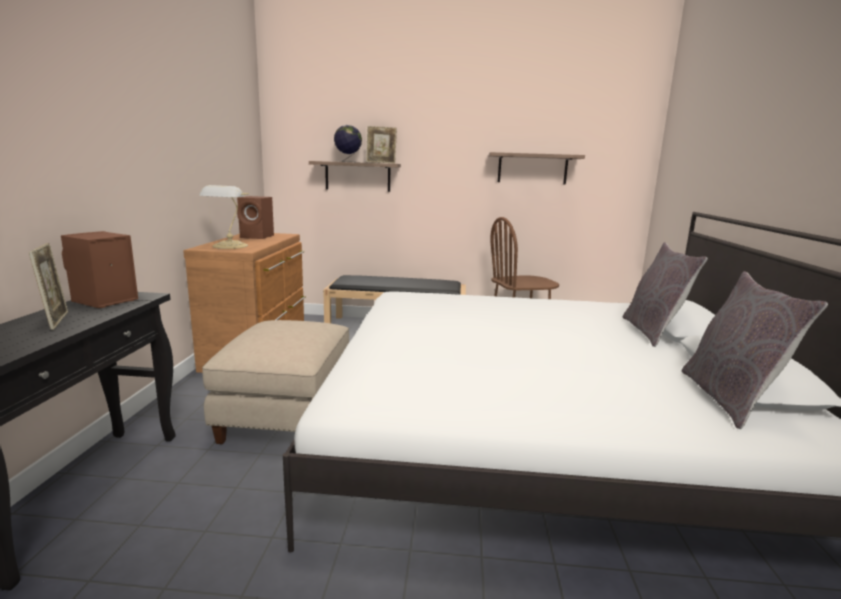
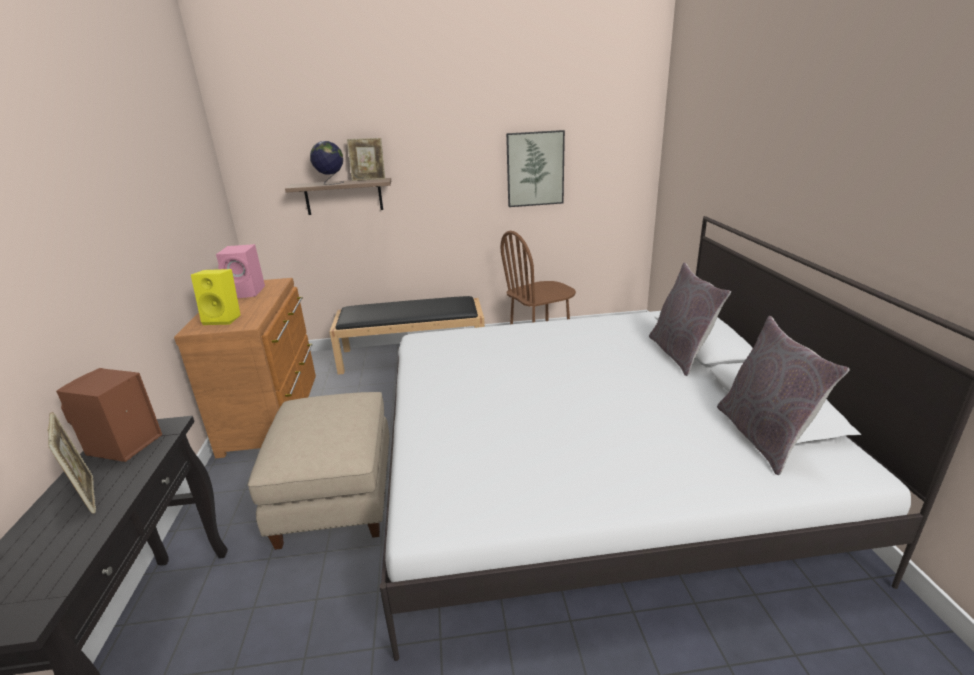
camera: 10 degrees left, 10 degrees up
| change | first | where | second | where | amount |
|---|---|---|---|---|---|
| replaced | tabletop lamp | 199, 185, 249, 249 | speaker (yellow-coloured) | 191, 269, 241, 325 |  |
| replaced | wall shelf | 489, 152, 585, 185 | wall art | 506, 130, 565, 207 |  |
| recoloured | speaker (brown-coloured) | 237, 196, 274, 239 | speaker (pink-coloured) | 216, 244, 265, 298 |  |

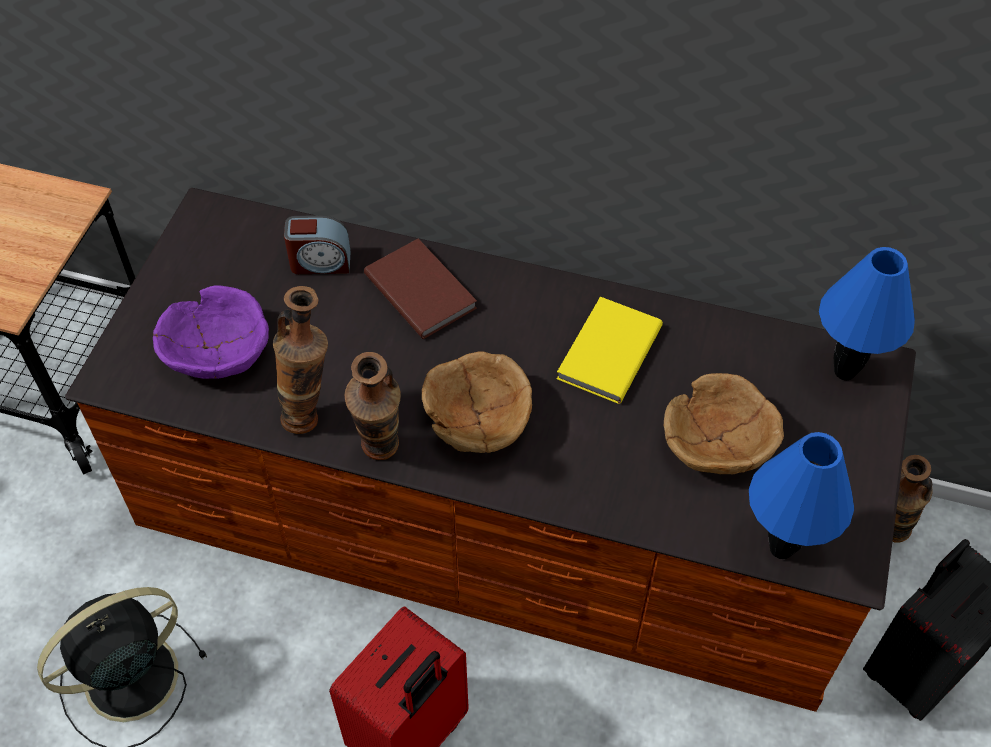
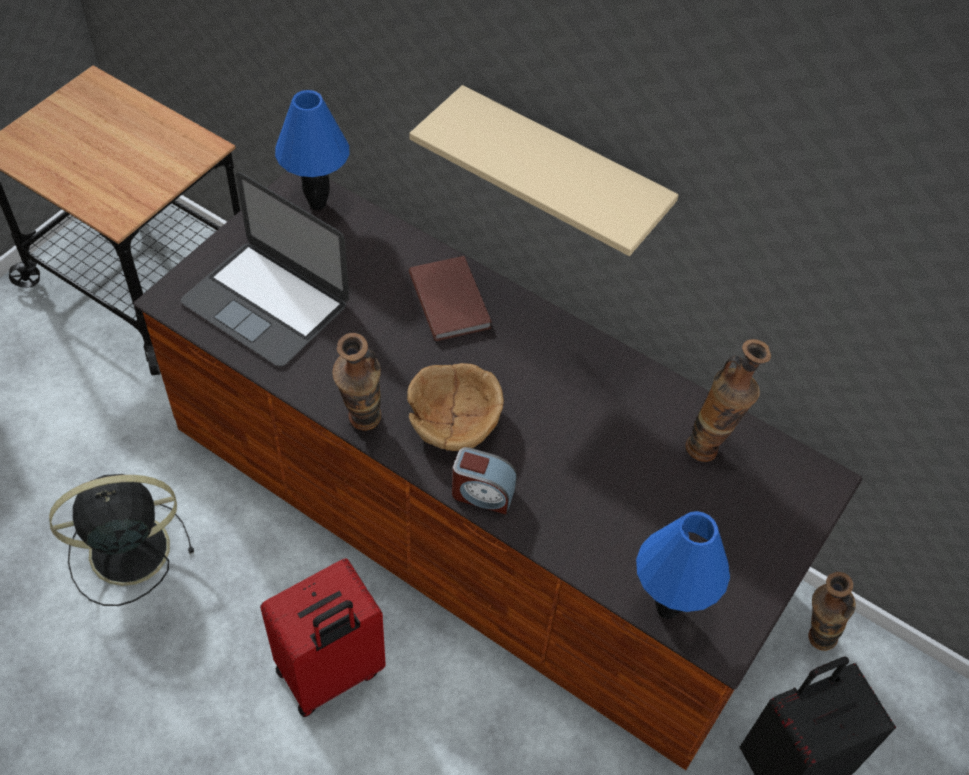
camera: 15 degrees right, 0 degrees up
| change | first | where | second | where | amount |
|---|---|---|---|---|---|
| removed | book (yellow-coloured) | 557, 297, 663, 404 |  |  |  |
| removed | bowl (brown-coloured) | 664, 373, 784, 474 |  |  |  |
| added |  |  | wall shelf (beige) | 409, 85, 679, 256 |  |
| moved | flower vase | 273, 286, 328, 434 |  | 686, 339, 771, 462 |  |
| moved | bedside clock | 284, 215, 351, 274 |  | 452, 447, 517, 514 |  |
| moved | tabletop lamp (blue-coloured) | 819, 247, 915, 380 |  | 275, 90, 349, 210 |  |
| replaced | bowl (purple) | 153, 285, 269, 379 | laptop | 181, 172, 349, 367 |  |

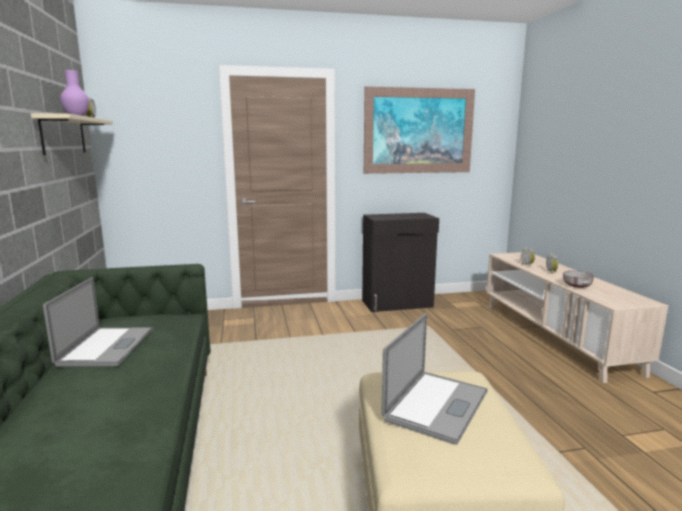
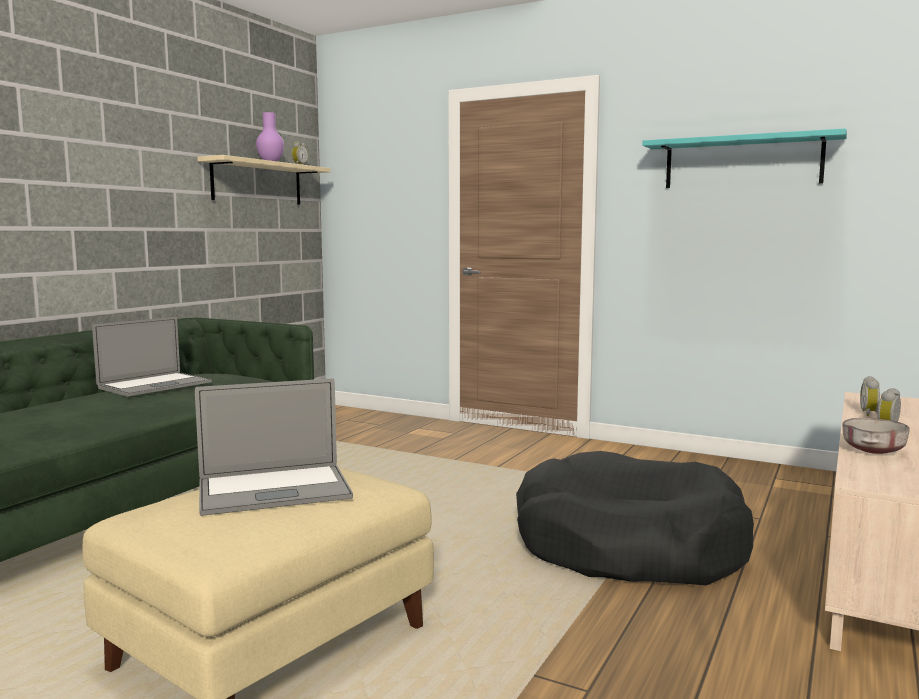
camera: 40 degrees right, 5 degrees down
| change | first | where | second | where | amount |
|---|---|---|---|---|---|
| removed | storage cabinet (black-coloured) | 362, 213, 439, 312 |  |  |  |
| added |  |  | pet bed (black-coloured) | 516, 451, 754, 585 |  |
| replaced | wall art | 364, 86, 475, 174 | wall shelf (blue-green) | 642, 128, 847, 188 |  |

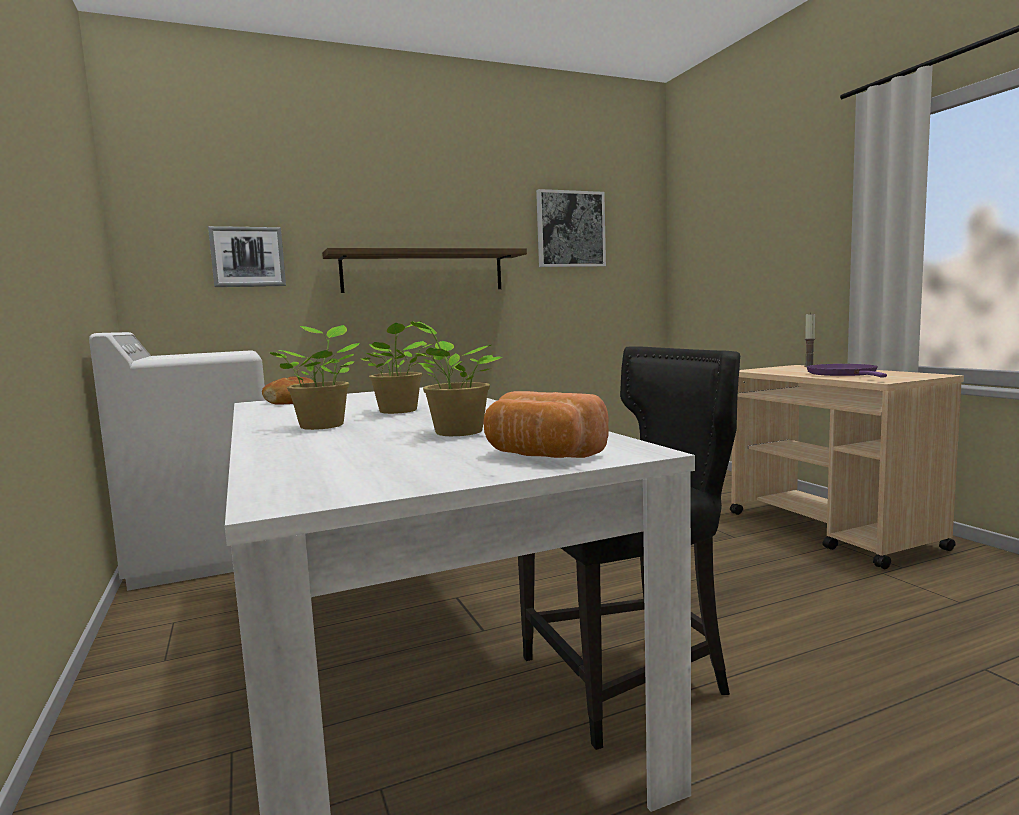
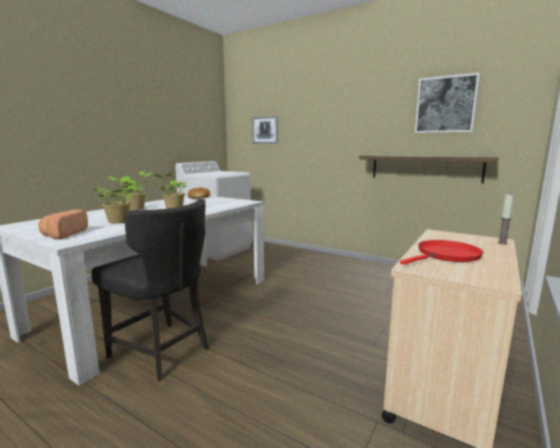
camera: 55 degrees right, 5 degrees up
| change | first | where | second | where | amount |
|---|---|---|---|---|---|
| moved | wall shelf | 322, 248, 527, 293 |  | 359, 155, 499, 183 |  |
| recoloured | frying pan (purple) | 807, 364, 887, 377 | frying pan (red-coloured) | 400, 240, 483, 265 |  |

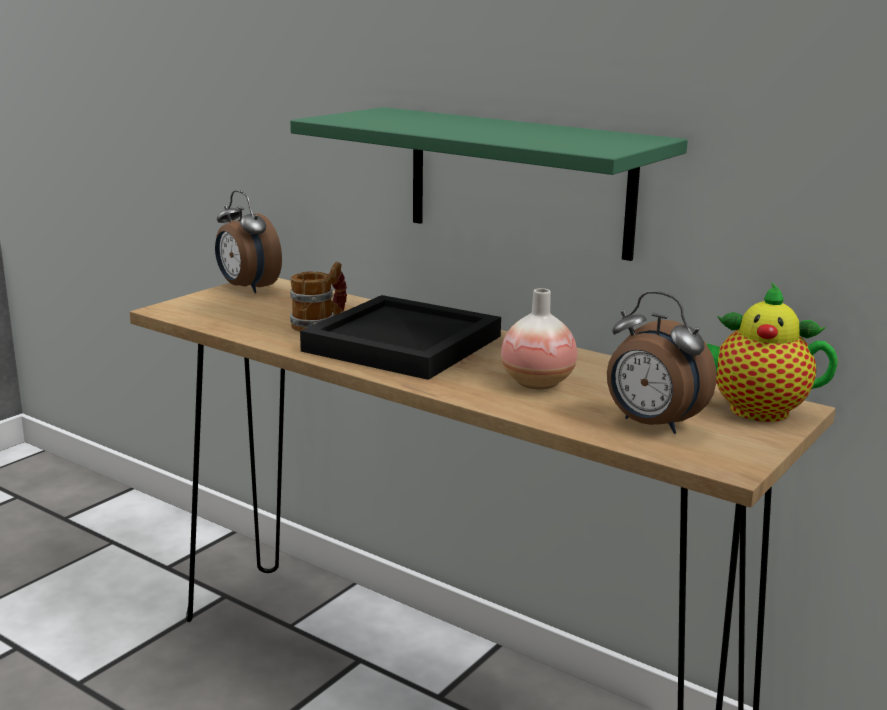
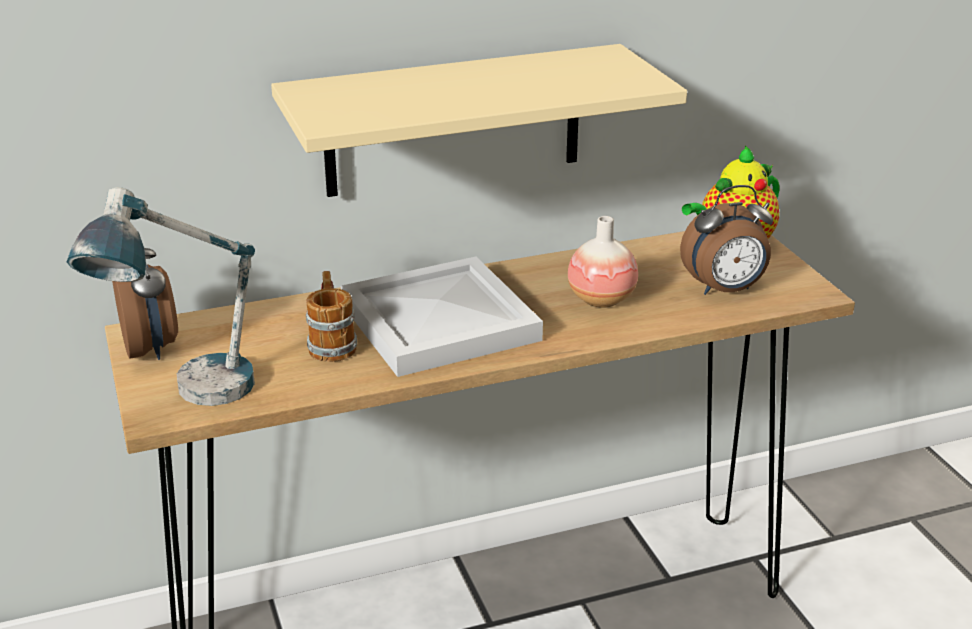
camera: 55 degrees left, 10 degrees up
| change | first | where | second | where | amount |
|---|---|---|---|---|---|
| added |  |  | tabletop lamp | 67, 187, 255, 406 |  |
| recoloured | wall shelf (green) | 290, 107, 688, 261 | wall shelf (beige) | 271, 44, 687, 197 |  |
| recoloured | carrying tray (black-coloured) | 300, 295, 501, 380 | carrying tray (white) | 341, 256, 543, 377 |  |
| turned | bedside clock | 215, 190, 282, 293 |  | 112, 232, 178, 360 | 105 degrees counterclockwise |

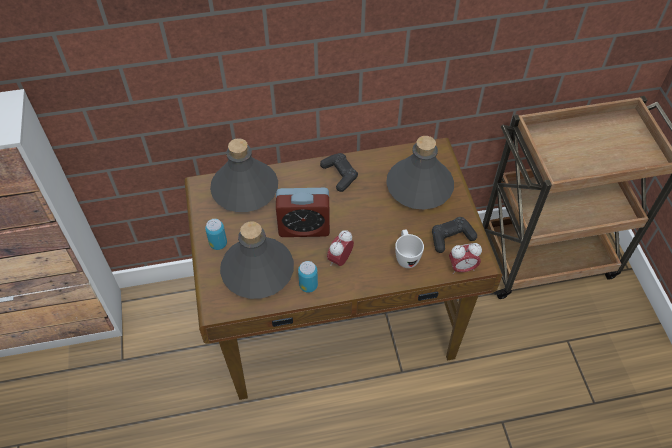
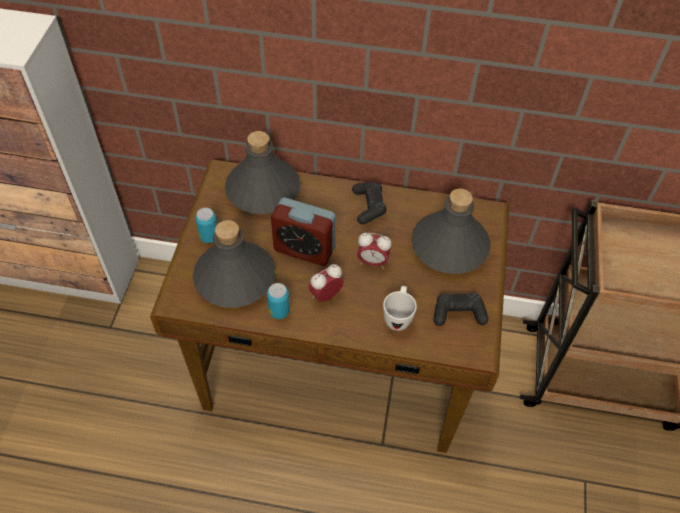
camera: 20 degrees right, 0 degrees up
| change | first | where | second | where | amount |
|---|---|---|---|---|---|
| moved | bedside clock | 449, 243, 482, 274 |  | 357, 233, 392, 269 |  |

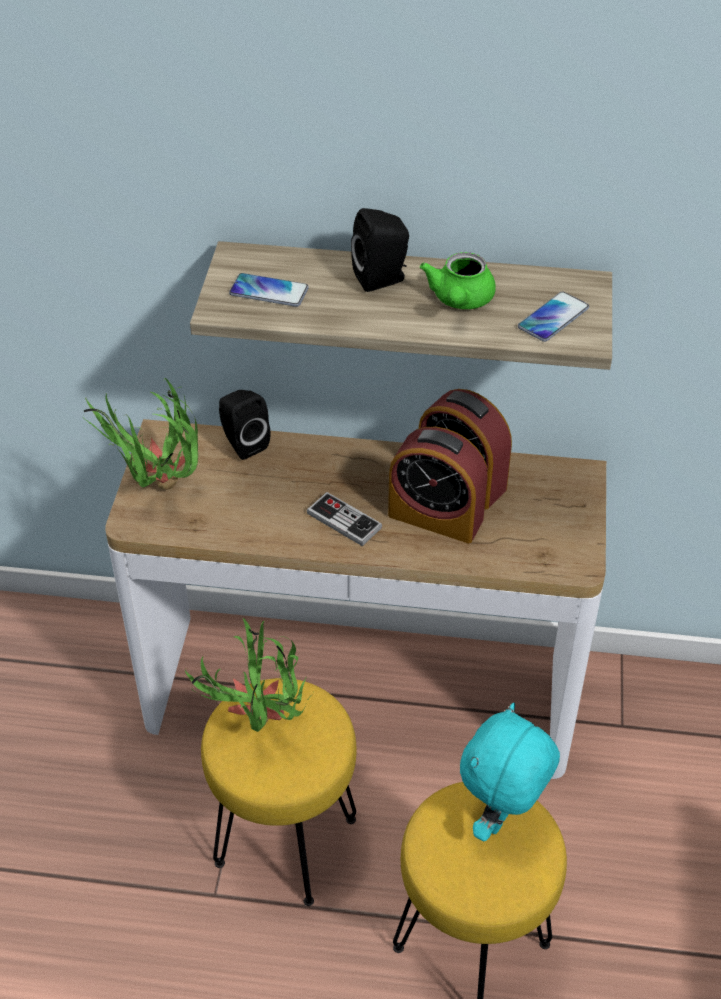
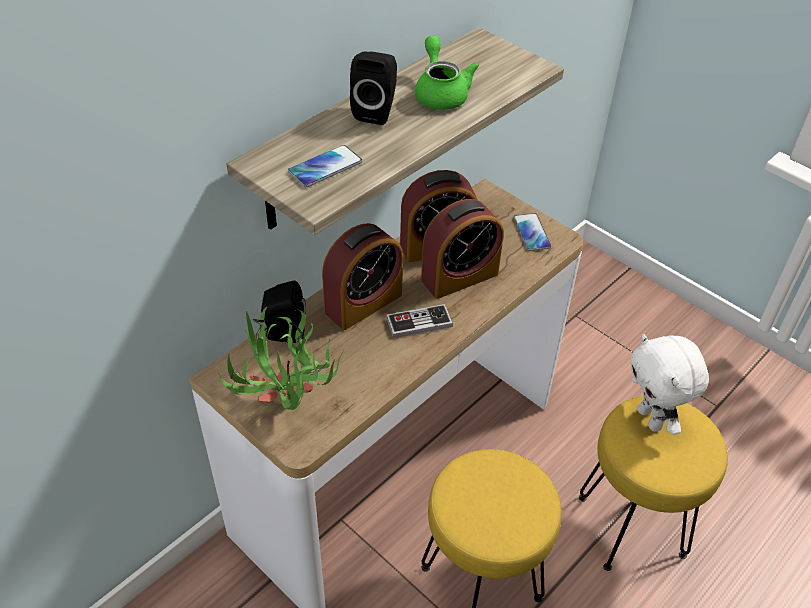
camera: 55 degrees left, 0 degrees up
| change | first | where | second | where | amount |
|---|---|---|---|---|---|
| removed | houseplant | 185, 618, 314, 732 |  |  |  |
| added |  |  | bedside clock | 322, 223, 403, 330 |  |
| moved | telephone | 518, 292, 589, 342 |  | 513, 213, 551, 251 |  |
| recoloured | soft toy (blue-green) | 460, 703, 560, 842 | soft toy (white) | 630, 334, 709, 435 |  |
| turned | teapot (green) | 420, 252, 496, 309 |  | 415, 36, 479, 110 | 150 degrees counterclockwise |

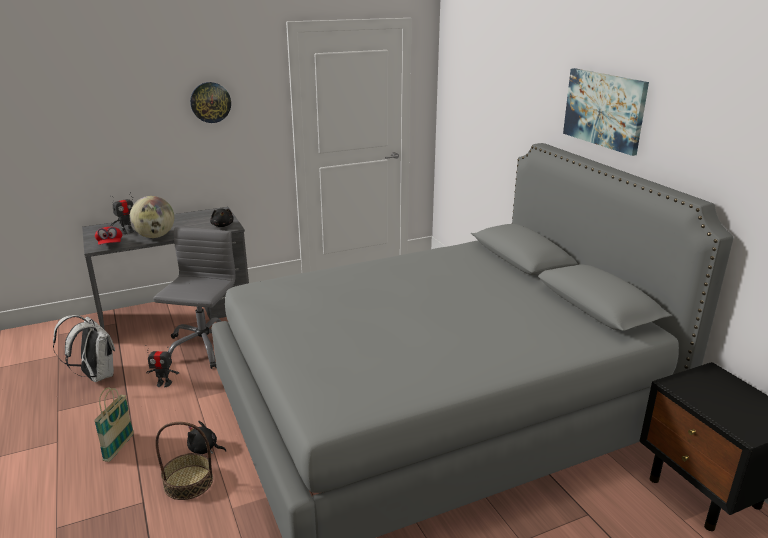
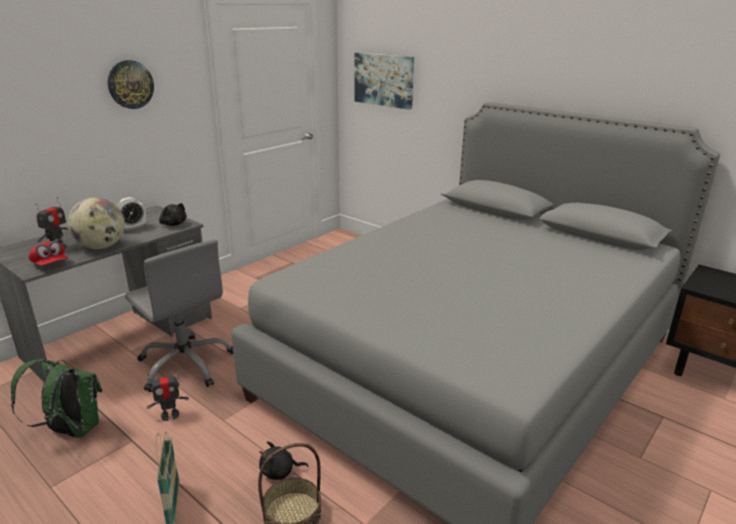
camera: 25 degrees left, 0 degrees up
| change | first | where | second | where | amount |
|---|---|---|---|---|---|
| added |  |  | bedside clock | 116, 197, 146, 231 |  |
| moved | wall art | 563, 68, 649, 156 |  | 354, 53, 414, 110 |  |
| recoloured | knapsack (white) | 53, 315, 115, 382 | knapsack (green) | 11, 359, 102, 438 |  |
| turned | office chair (grey) | 153, 227, 236, 369 |  | 125, 239, 233, 392 | 150 degrees clockwise |

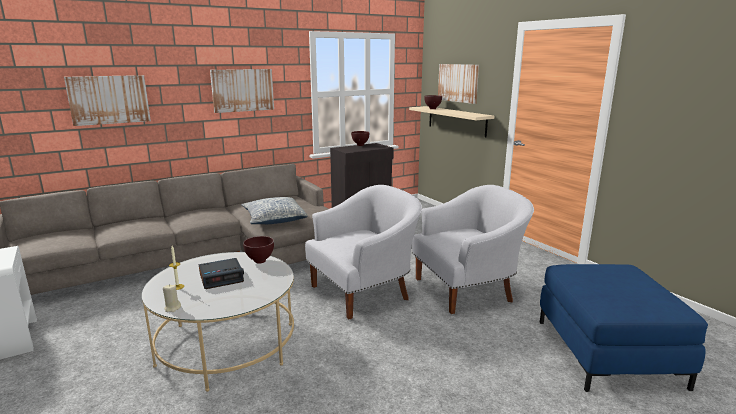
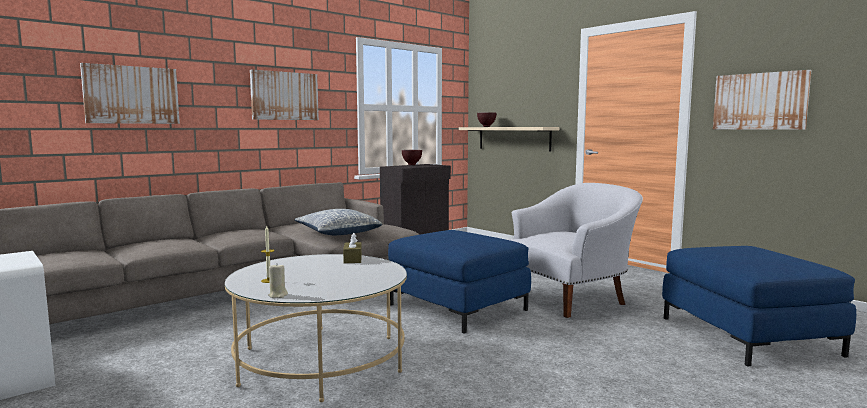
camera: 10 degrees left, 10 degrees down
| change | first | where | second | where | amount |
|---|---|---|---|---|---|
| removed | bedside clock | 199, 258, 244, 289 |  |  |  |
| moved | wall art | 438, 64, 479, 104 |  | 713, 70, 811, 130 |  |
| replaced | bowl (brown-coloured) | 243, 236, 274, 264 | tissue box (brown-coloured) | 343, 232, 362, 263 |  |
| replaced | armchair (white) | 305, 185, 422, 319 | ottoman (blue-coloured) | 388, 230, 531, 334 |  |

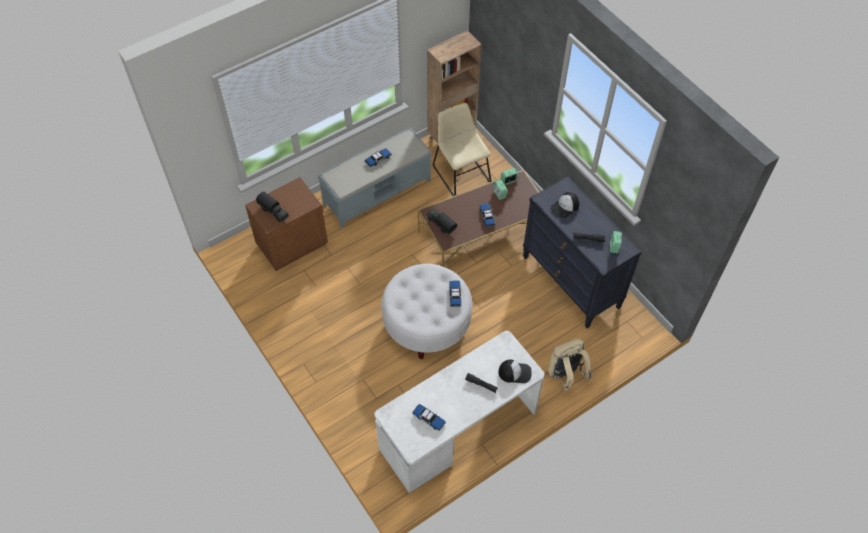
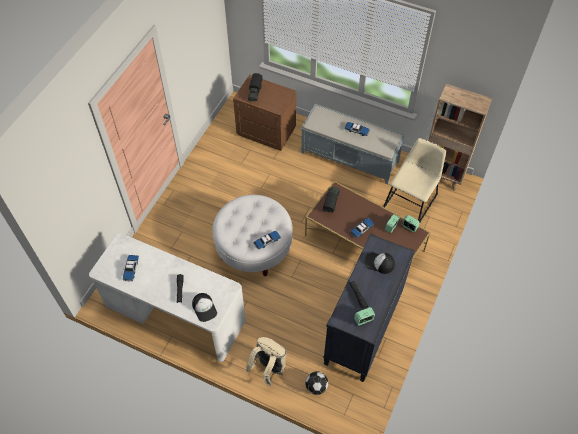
camera: 60 degrees right, 0 degrees up
| change | first | where | second | where | amount |
|---|---|---|---|---|---|
| added |  |  | football | 305, 372, 328, 395 |  |

